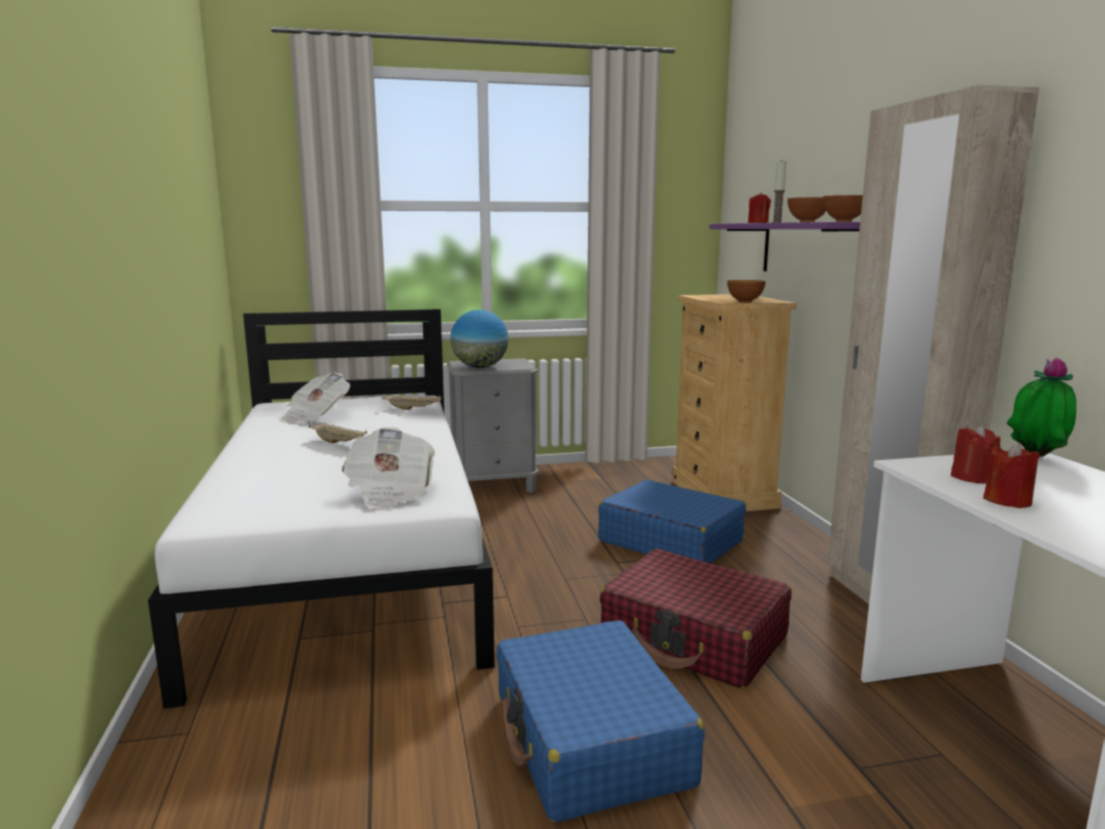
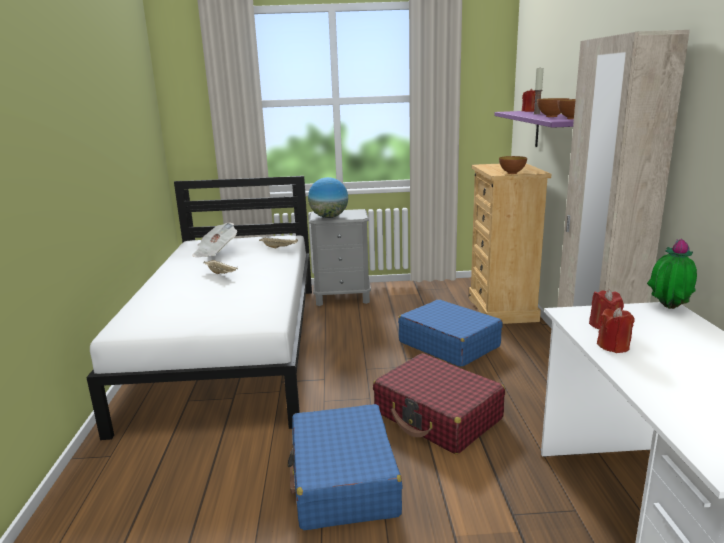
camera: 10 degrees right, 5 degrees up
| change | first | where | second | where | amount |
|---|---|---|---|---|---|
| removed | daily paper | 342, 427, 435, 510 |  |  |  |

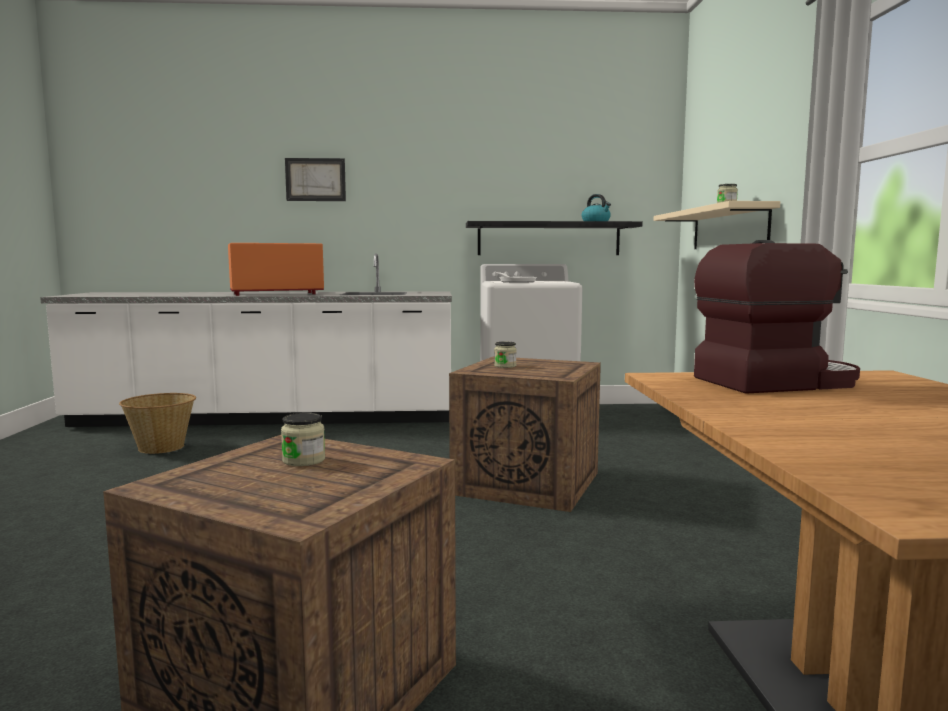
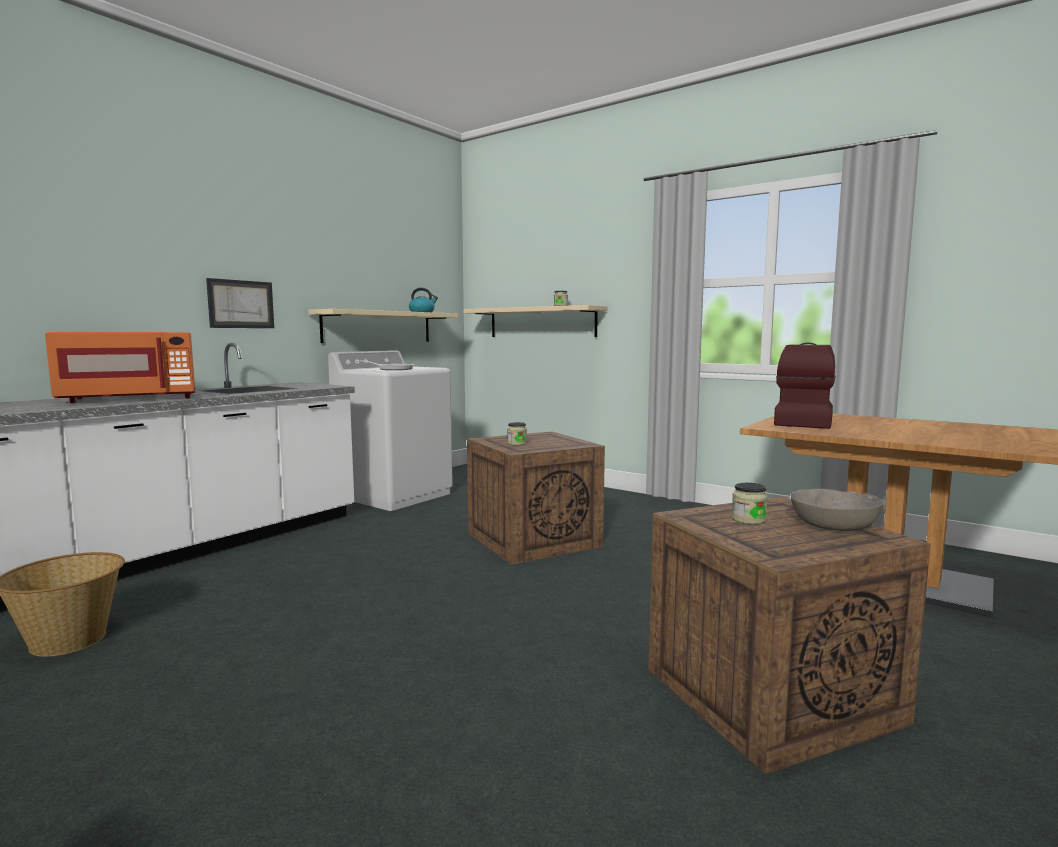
camera: 50 degrees left, 0 degrees up
| change | first | where | second | where | amount |
|---|---|---|---|---|---|
| added |  |  | bowl (grey) | 791, 489, 884, 531 |  |
| moved | wall art | 285, 158, 346, 201 |  | 206, 278, 274, 328 |  |
| recoloured | wall shelf (black-coloured) | 466, 221, 643, 255 | wall shelf (beige) | 308, 309, 459, 343 |  |
| turned | microwave (orange) | 228, 243, 324, 296 |  | 45, 332, 195, 403 | 135 degrees counterclockwise |

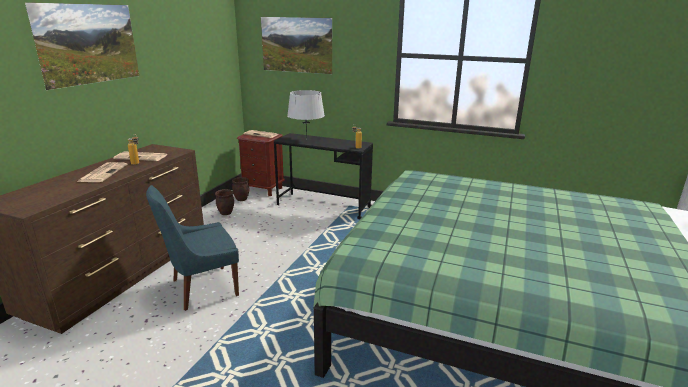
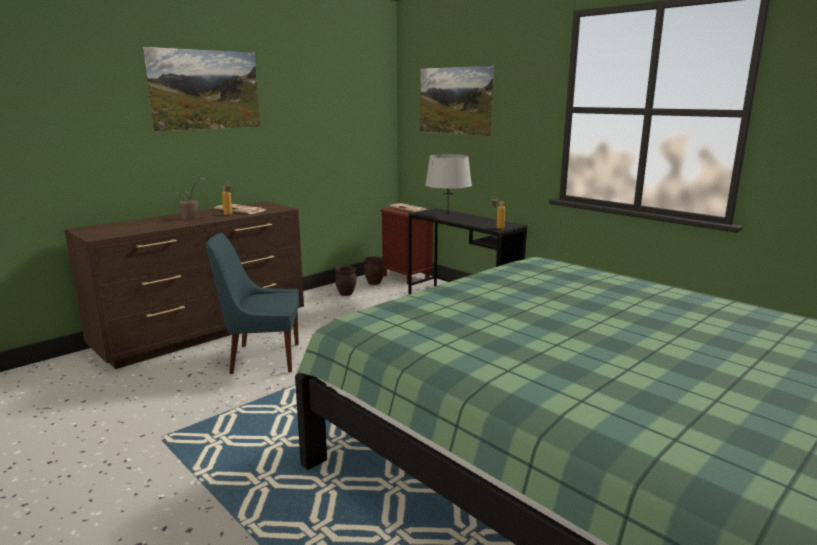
camera: 25 degrees right, 5 degrees down
| change | first | where | second | where | amount |
|---|---|---|---|---|---|
| replaced | daily paper | 77, 162, 128, 182 | houseplant | 175, 178, 205, 220 |  |

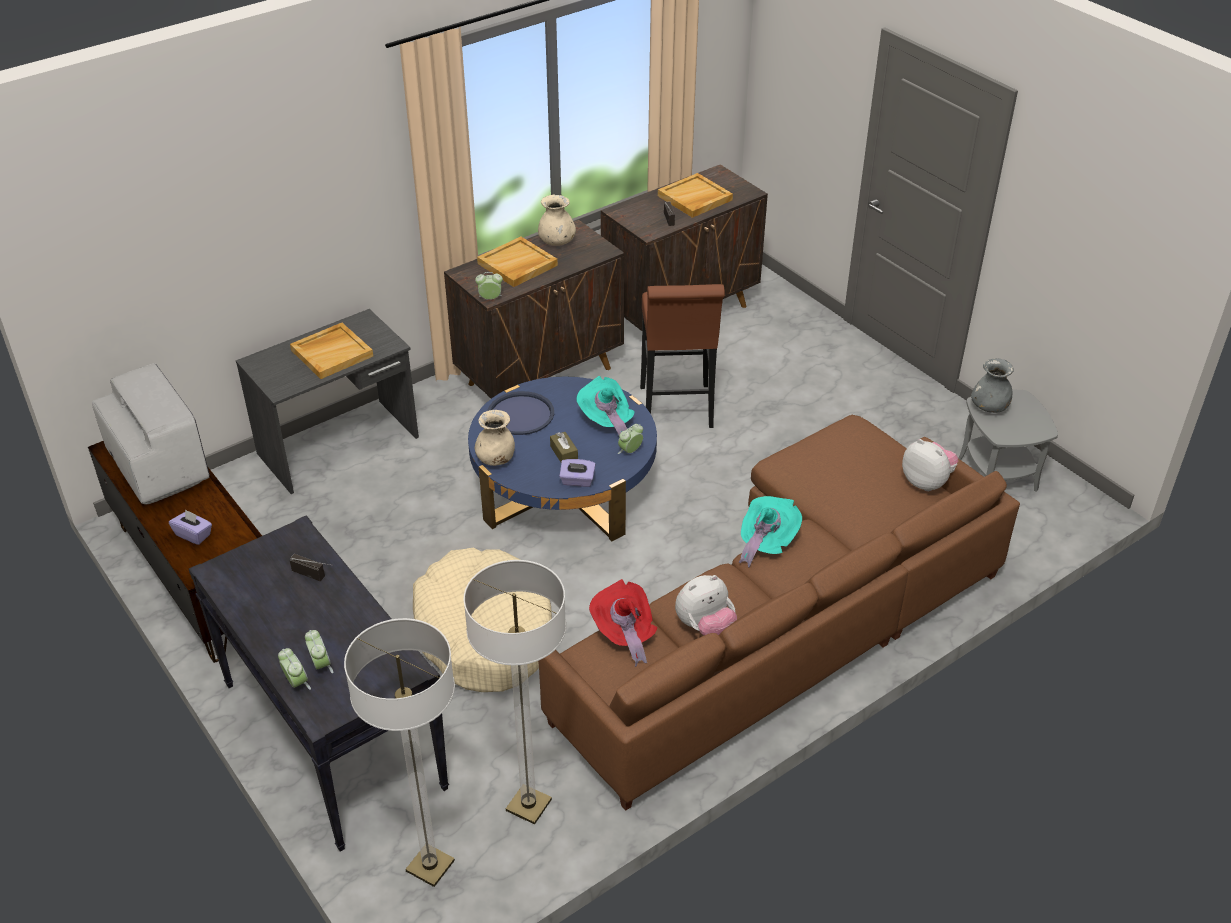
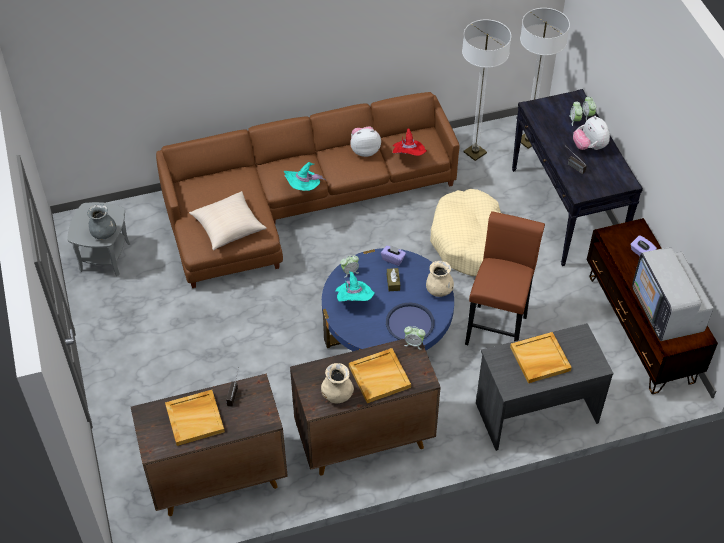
camera: 160 degrees left, 10 degrees up
| change | first | where | second | where | amount |
|---|---|---|---|---|---|
| added |  |  | cushion (beige) | 189, 191, 266, 250 |  |
| moved | stool seat (brown-coloured) | 640, 284, 725, 428 |  | 465, 211, 545, 345 |  |
| moved | soft toy | 902, 439, 958, 491 |  | 573, 116, 610, 150 |  |

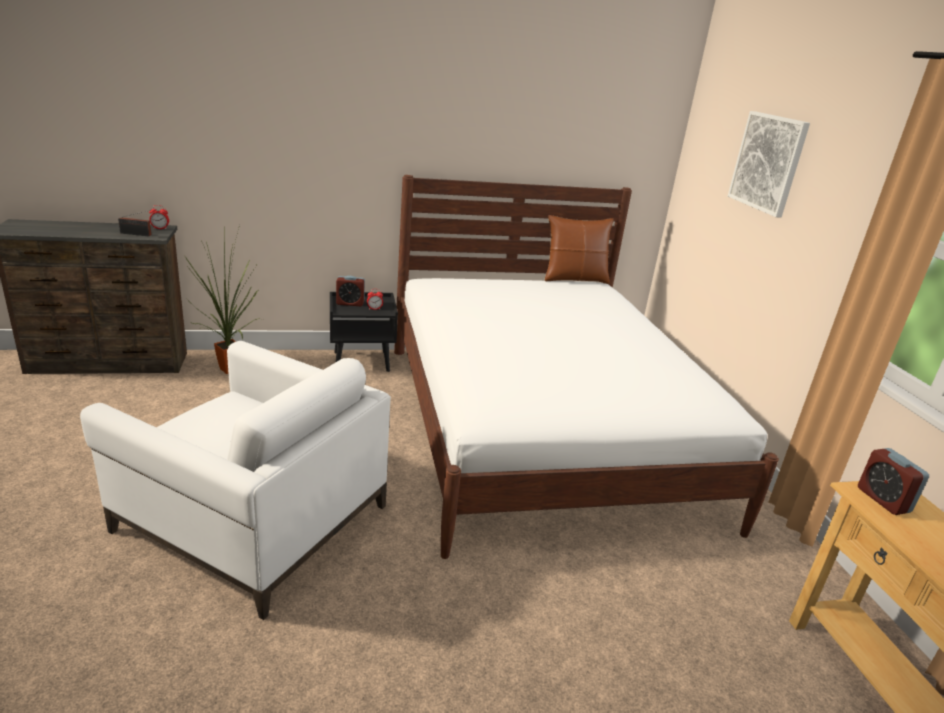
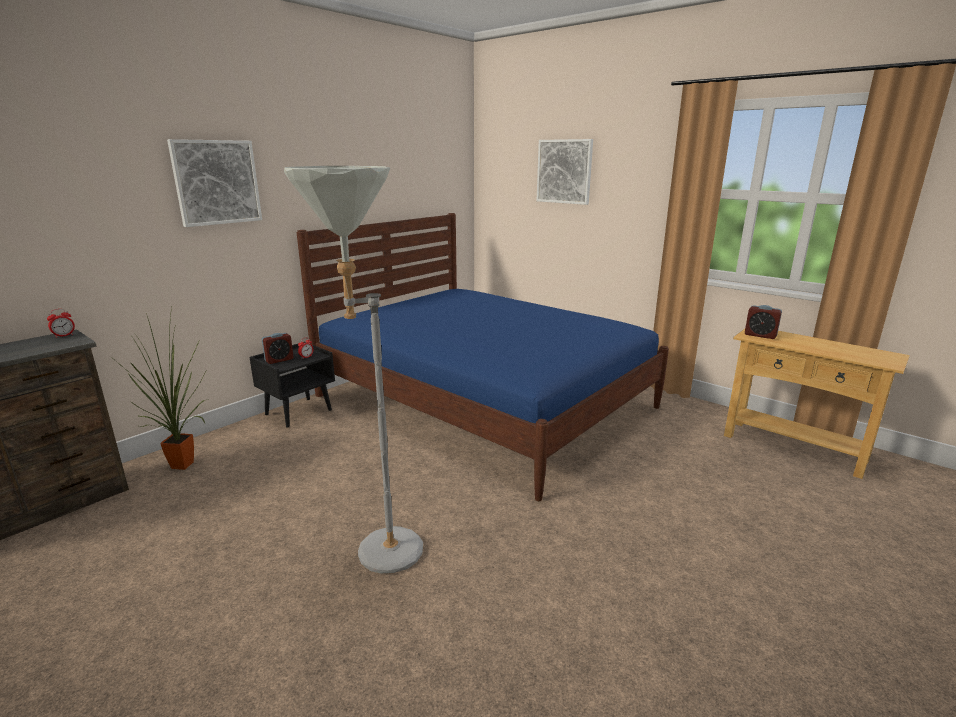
camera: 35 degrees left, 5 degrees down
| change | first | where | second | where | amount |
|---|---|---|---|---|---|
| removed | radio set | 118, 210, 151, 237 |  |  |  |
| removed | cushion (brown-coloured) | 545, 215, 614, 284 |  |  |  |
| added |  |  | wall art | 167, 139, 262, 227 |  |
| replaced | armchair (white) | 80, 341, 391, 620 | floor lamp (grey) | 284, 166, 423, 573 |  |
| recoloured | bedroom bed (white) | 394, 175, 779, 559 | bedroom bed (blue-coloured) | 297, 213, 669, 501 |  |

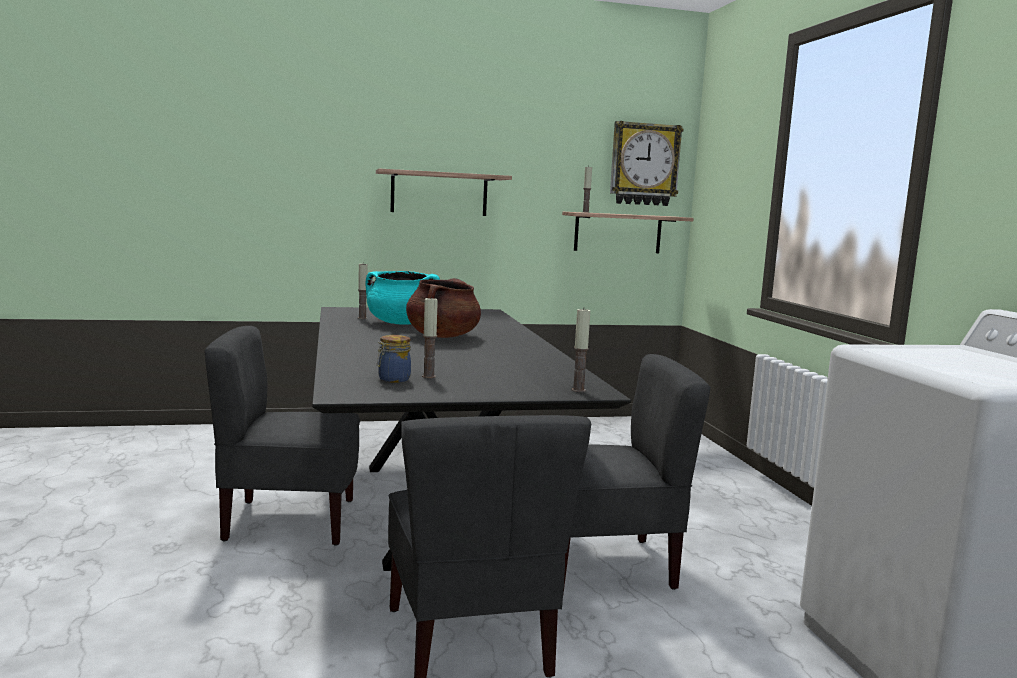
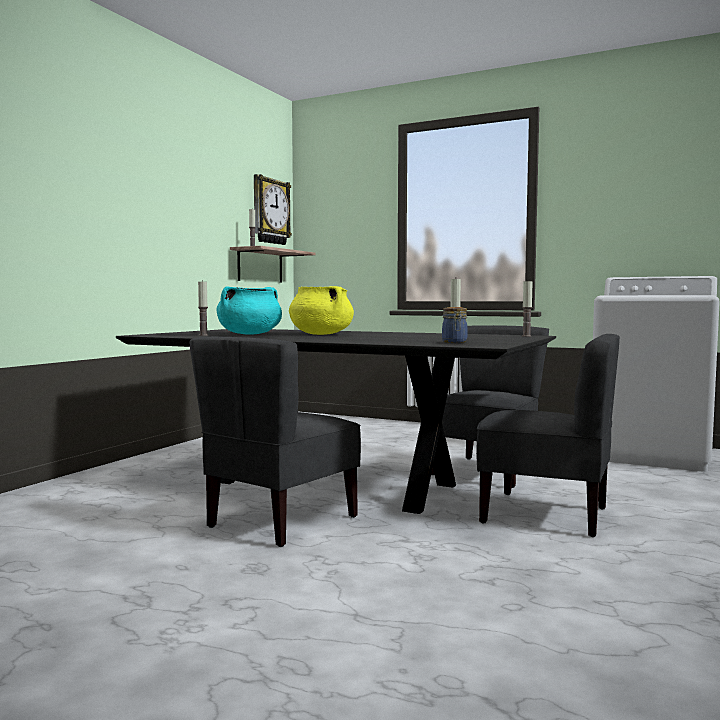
camera: 50 degrees left, 5 degrees down
| change | first | where | second | where | amount |
|---|---|---|---|---|---|
| removed | wall shelf | 376, 169, 512, 216 |  |  |  |
| recoloured | cooking pot (brown-coloured) | 406, 278, 481, 338 | cooking pot (yellow-coloured) | 289, 286, 354, 335 |  |

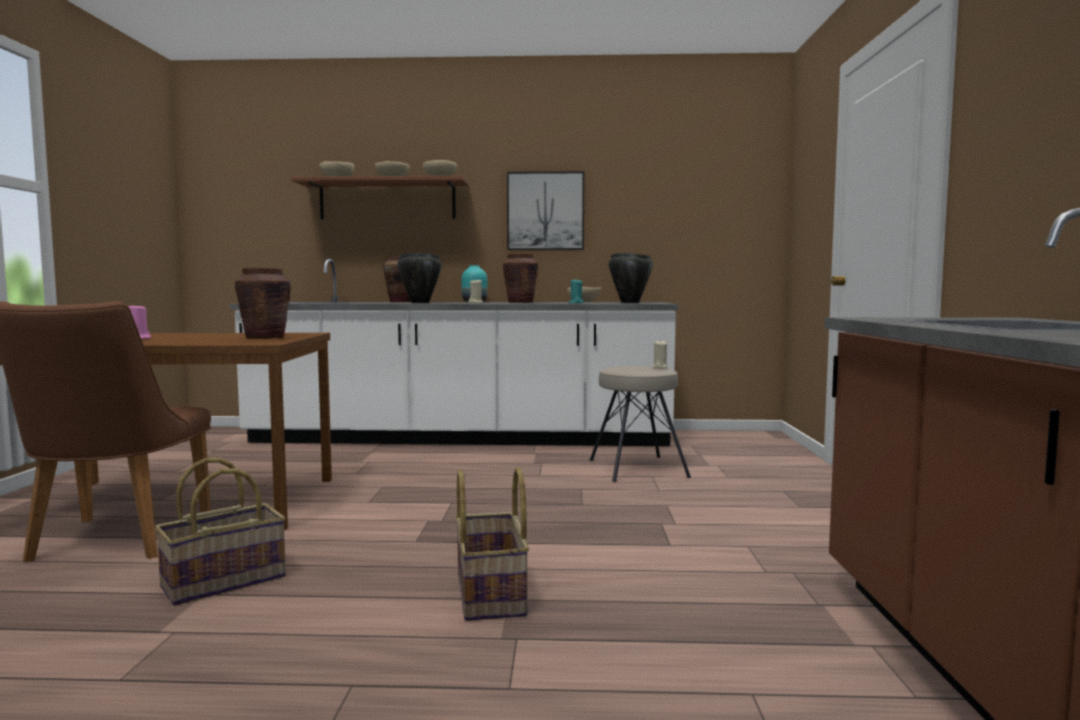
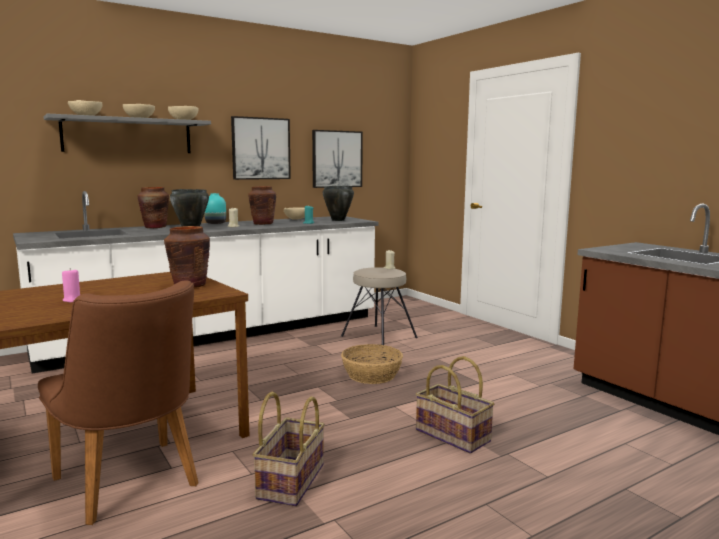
camera: 35 degrees left, 5 degrees up
| change | first | where | second | where | amount |
|---|---|---|---|---|---|
| added |  |  | wall art | 312, 130, 363, 188 |  |
| added |  |  | storage basket | 341, 344, 403, 384 |  |
| recoloured | wall shelf (brown-coloured) | 291, 176, 469, 219 | wall shelf (grey) | 43, 114, 211, 153 |  |

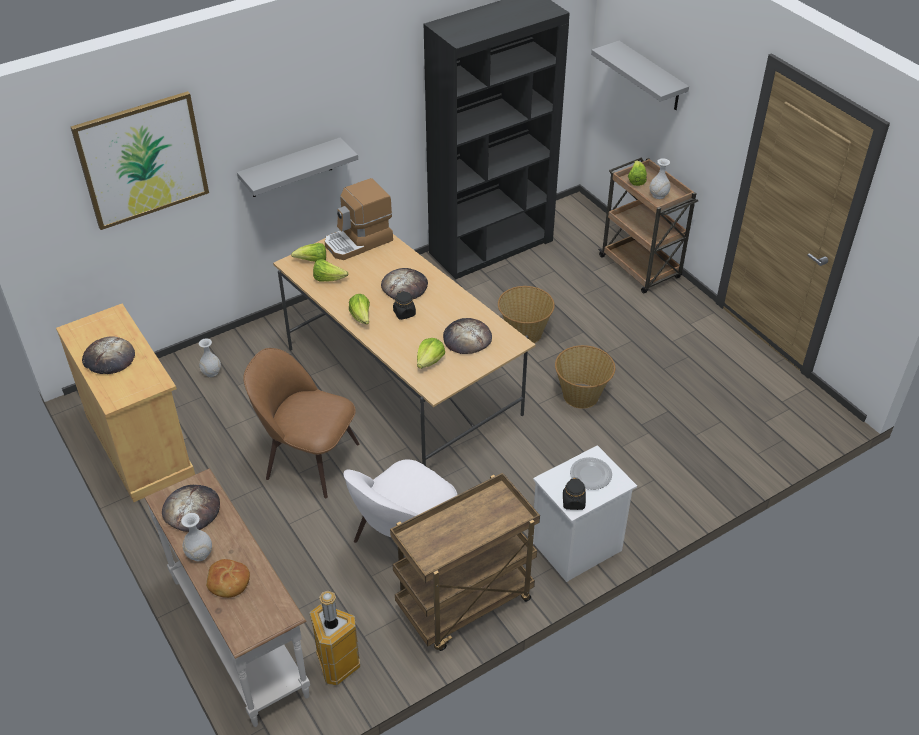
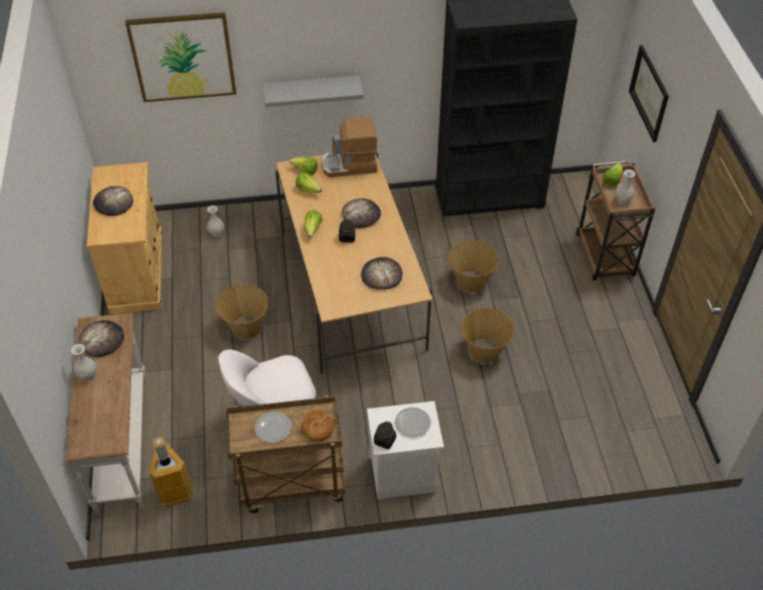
camera: 25 degrees right, 5 degrees up
| change | first | where | second | where | amount |
|---|---|---|---|---|---|
| removed | lettuce | 417, 338, 445, 369 |  |  |  |
| added |  |  | plate | 255, 412, 292, 443 |  |
| moved | baked bread | 206, 559, 250, 598 |  | 301, 410, 335, 442 |  |
| replaced | chair (brown-coloured) | 243, 348, 360, 498 | storage basket | 216, 285, 268, 339 |  |
| replaced | wall shelf (grey) | 591, 41, 689, 110 | wall art | 629, 45, 669, 142 |  |

